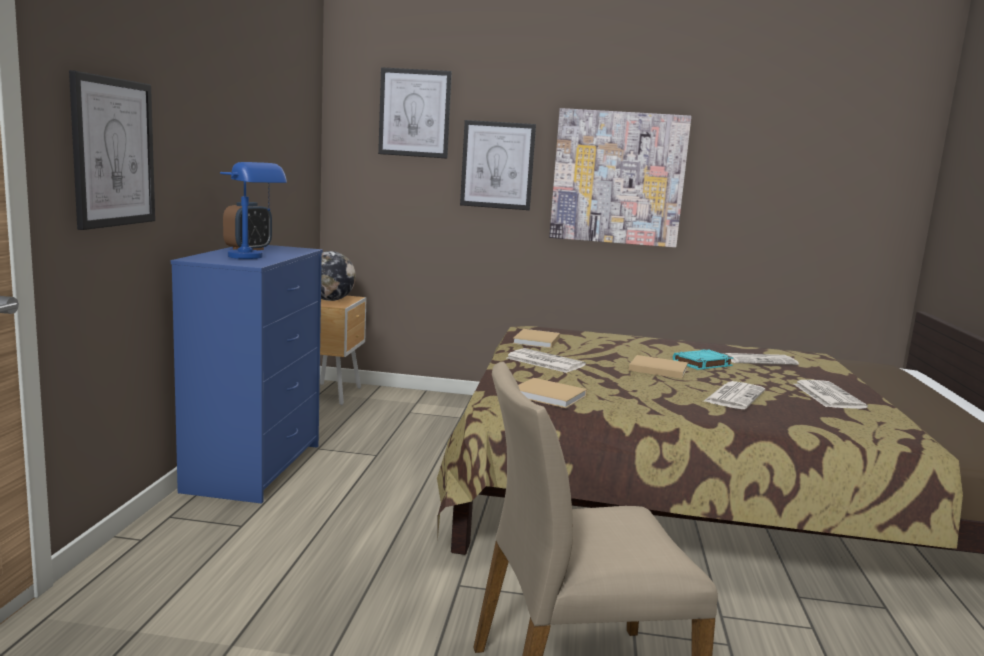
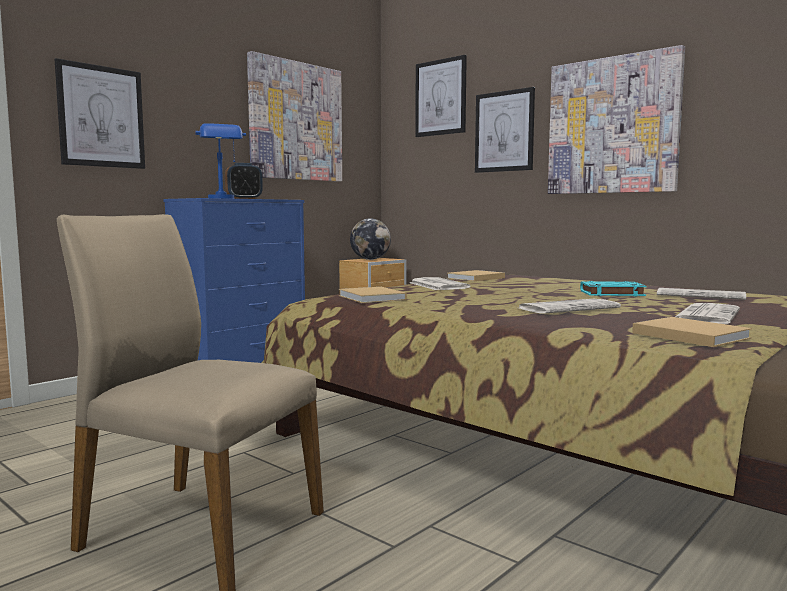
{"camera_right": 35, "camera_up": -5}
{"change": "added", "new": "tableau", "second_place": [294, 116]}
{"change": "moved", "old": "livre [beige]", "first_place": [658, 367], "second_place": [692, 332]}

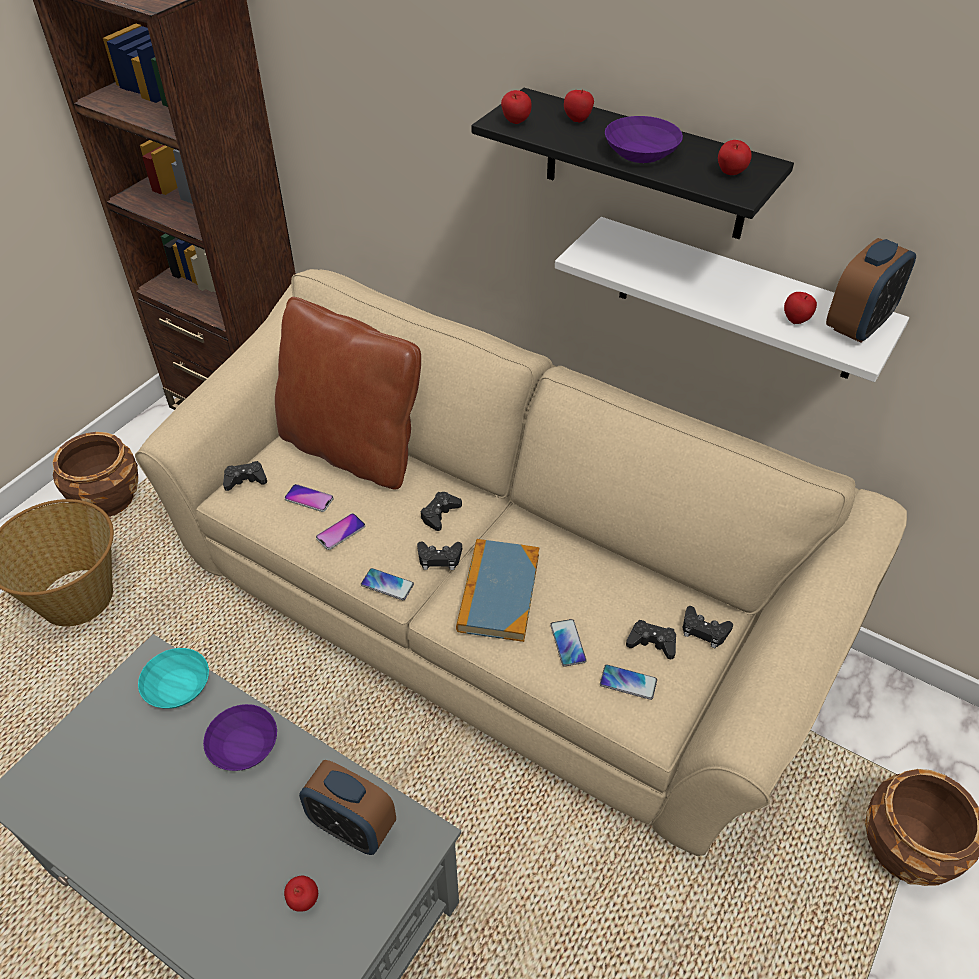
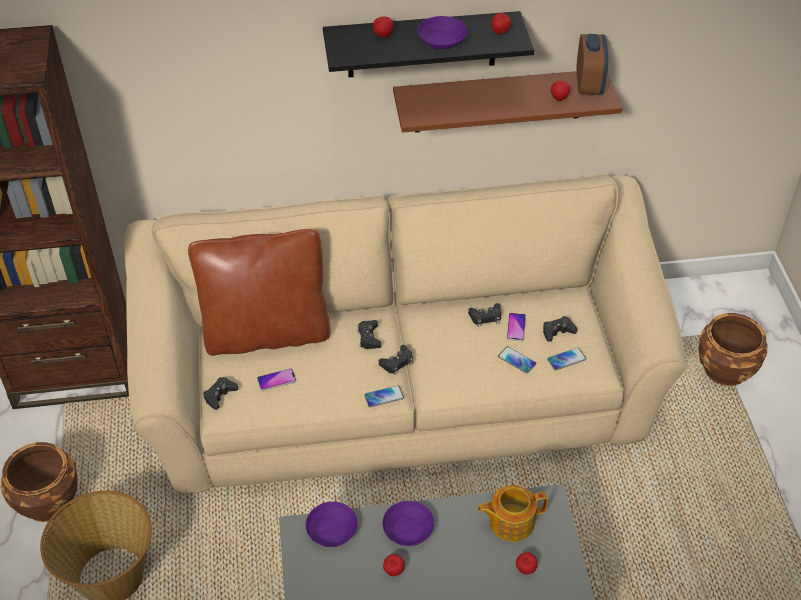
{"camera_right": -40, "camera_up": 0}
{"change": "recoloured", "old": "bol [turquoise]", "new": "bol [violet]", "first_place": [173, 678], "second_place": [332, 524]}
{"change": "moved", "old": "pomme", "first_place": [516, 107], "second_place": [394, 565]}
{"change": "recoloured", "old": "étagère [blanc]", "new": "étagère [marron]", "first_place": [732, 299], "second_place": [507, 102]}
{"change": "moved", "old": "manette [noir]", "first_place": [708, 627], "second_place": [484, 315]}
{"change": "replaced", "old": "réveil", "new": "théière", "first_place": [347, 807], "second_place": [512, 513]}
{"change": "moved", "old": "téléphone", "first_place": [340, 531], "second_place": [516, 327]}
{"change": "removed", "old": "livre", "first_place": [497, 590]}

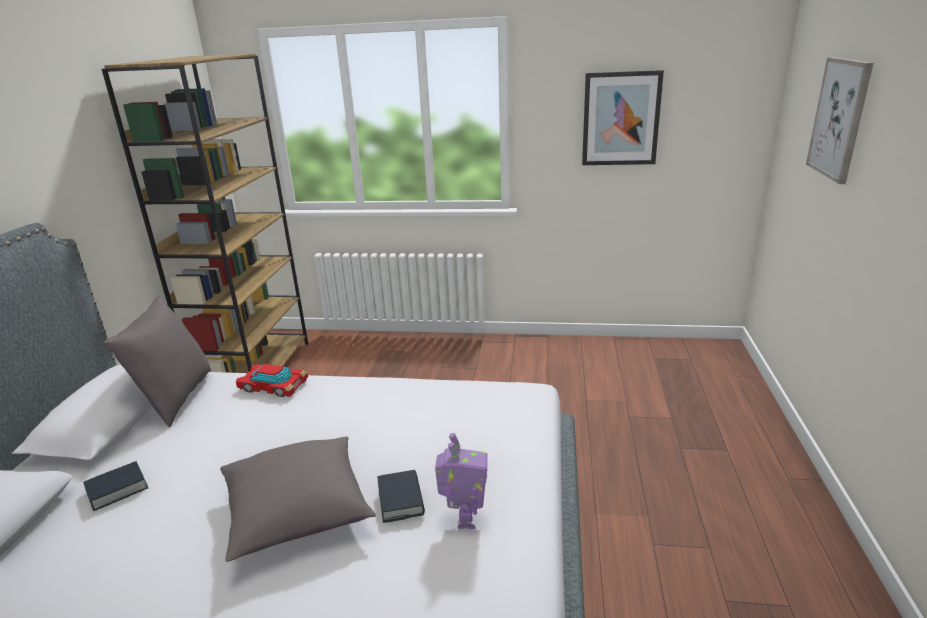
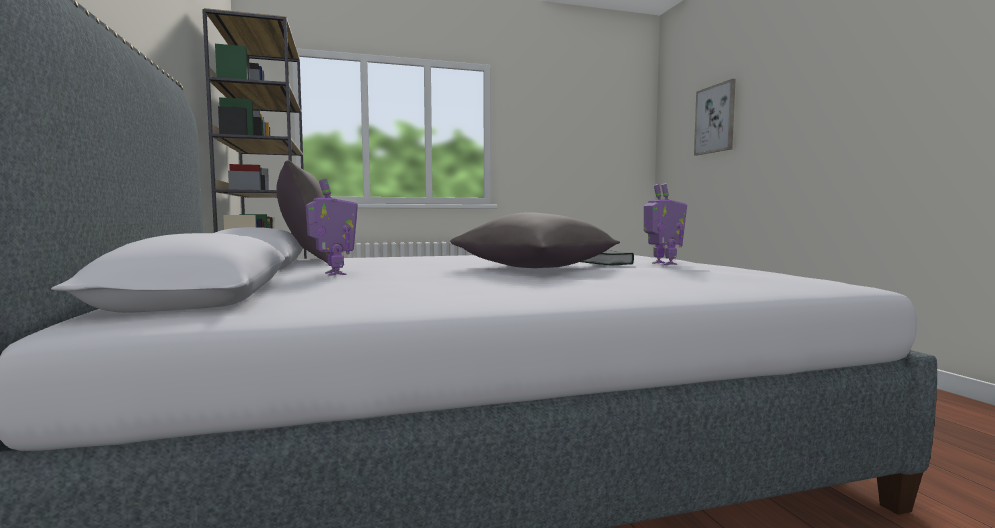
{"camera_right": -25, "camera_up": -20}
{"change": "replaced", "old": "livre", "new": "robot jouet", "first_place": [115, 486], "second_place": [332, 227]}
{"change": "removed", "old": "petite voiture", "first_place": [272, 380]}
{"change": "removed", "old": "tableau", "first_place": [623, 117]}

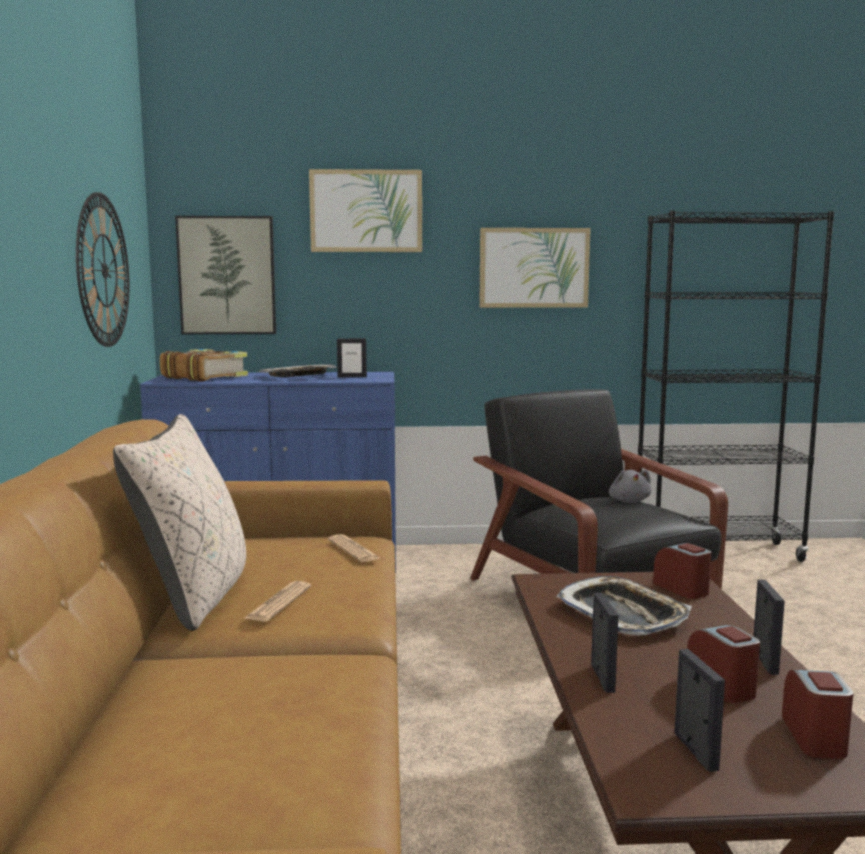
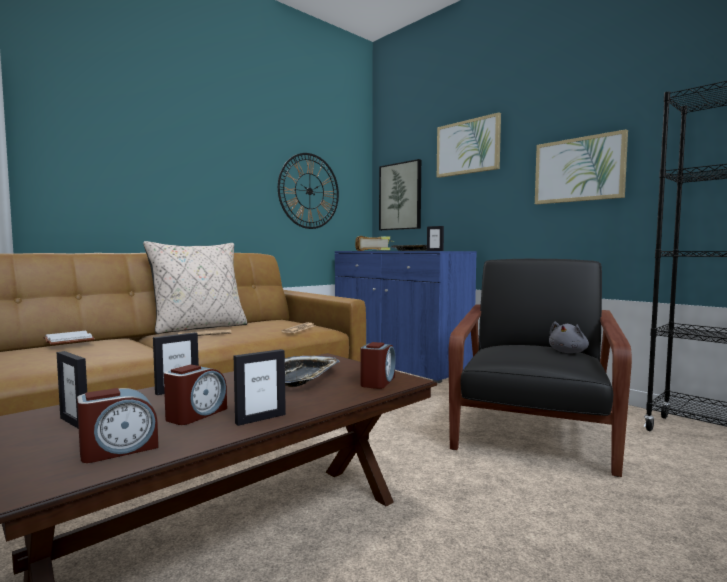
{"camera_right": 50, "camera_up": -5}
{"change": "added", "new": "livre [blanc]", "second_place": [69, 338]}
{"change": "turned", "old": "cadre photo", "first_place": [699, 710], "second_place": [72, 390], "degrees": 90}

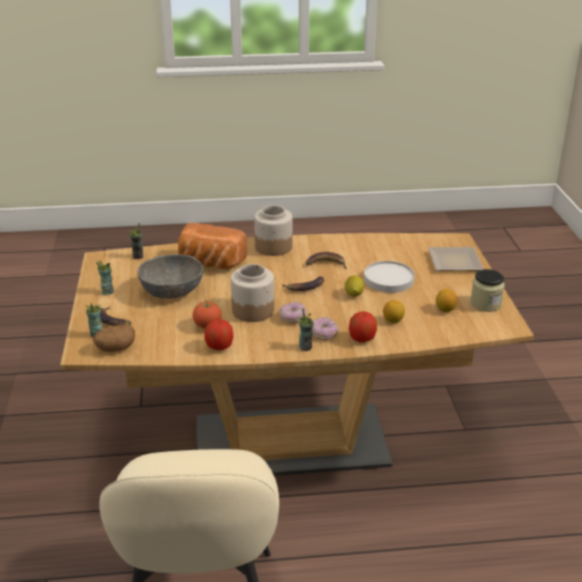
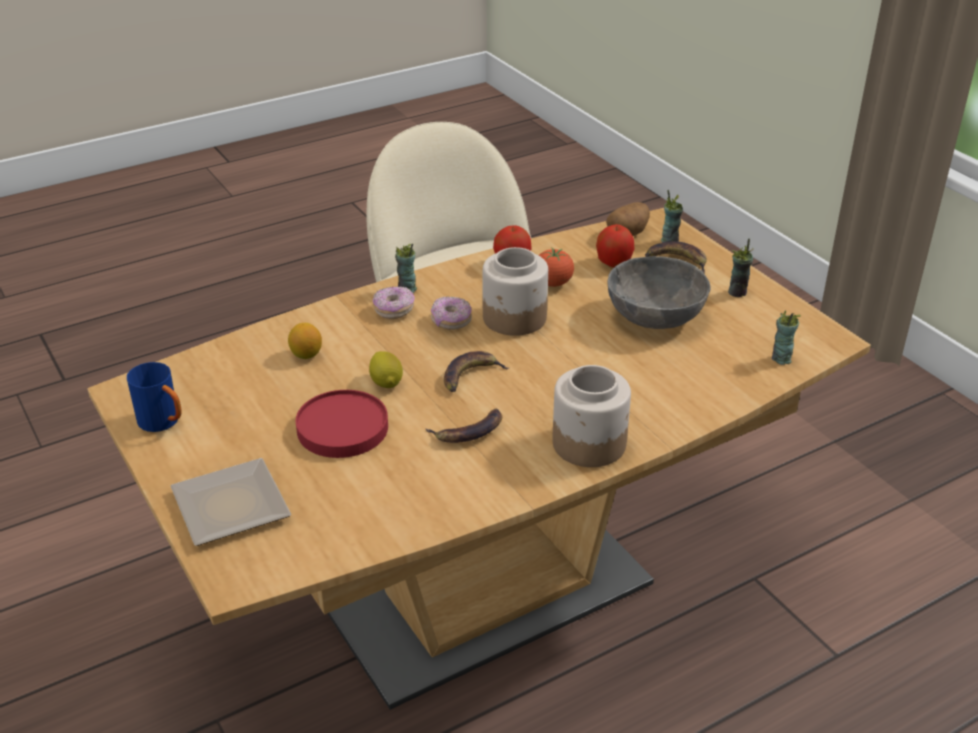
{"camera_right": 155, "camera_up": 5}
{"change": "replaced", "old": "bocal", "new": "mug [bleu]", "first_place": [487, 290], "second_place": [154, 397]}
{"change": "recoloured", "old": "assiette [blanc]", "new": "assiette [rouge]", "first_place": [389, 277], "second_place": [342, 424]}
{"change": "moved", "old": "pomme", "first_place": [363, 327], "second_place": [615, 245]}
{"change": "removed", "old": "pain", "first_place": [213, 246]}
{"change": "removed", "old": "citron", "first_place": [446, 300]}

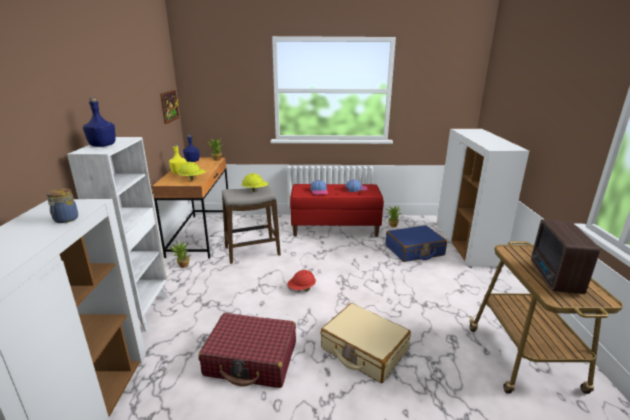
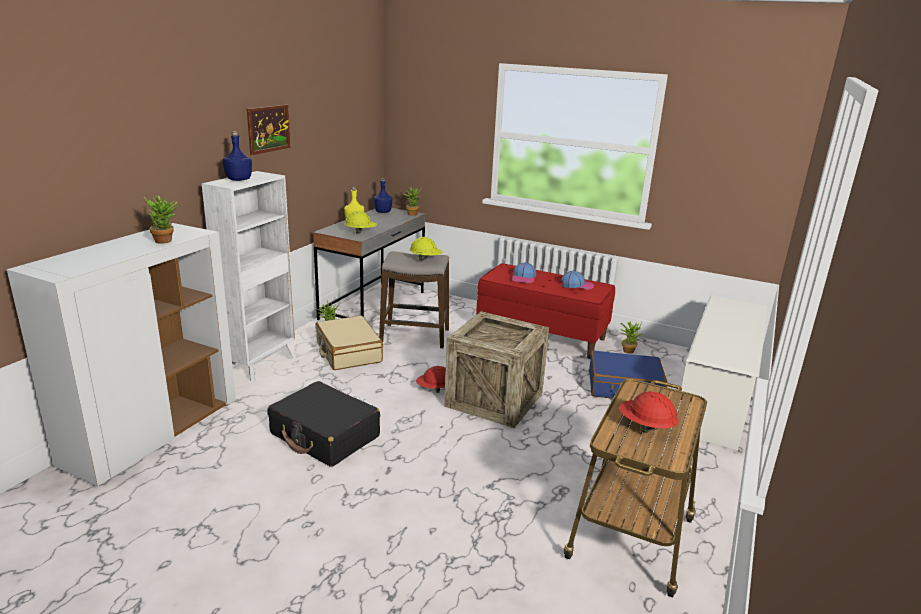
{"camera_right": 25, "camera_up": 0}
{"change": "replaced", "old": "bocal", "new": "plante en pot", "first_place": [62, 205], "second_place": [163, 219]}
{"change": "moved", "old": "tableau", "first_place": [169, 107], "second_place": [268, 130]}
{"change": "recoloured", "old": "valise [rouge]", "new": "valise [noir]", "first_place": [247, 350], "second_place": [323, 424]}
{"change": "recoloured", "old": "bureau [marron]", "new": "bureau [gris]", "first_place": [190, 208], "second_place": [369, 264]}
{"change": "moved", "old": "valise [beige]", "first_place": [365, 343], "second_place": [349, 343]}
{"change": "added", "new": "caisse", "second_place": [496, 369]}
{"change": "replaced", "old": "radio", "new": "casque de chantier [rouge]", "first_place": [565, 256], "second_place": [649, 412]}
{"change": "replaced", "old": "meuble de rangement [blanc]", "new": "étagère à chaussures [blanc]", "first_place": [483, 198], "second_place": [722, 372]}

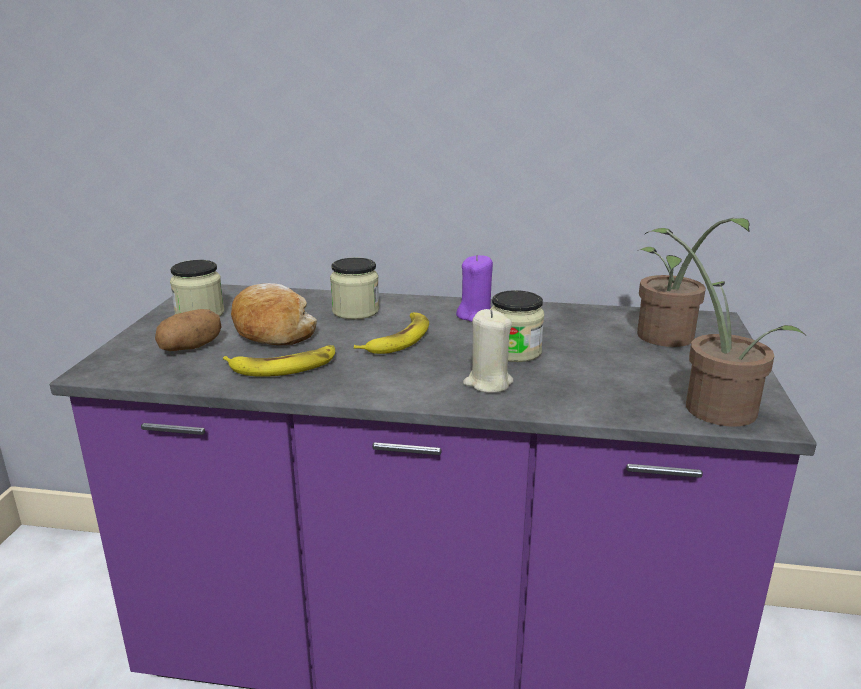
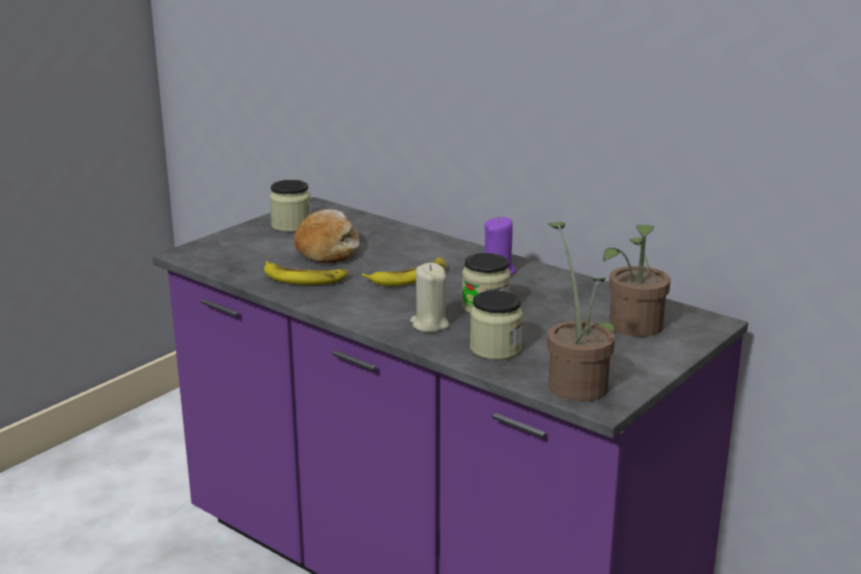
{"camera_right": 30, "camera_up": 0}
{"change": "moved", "old": "bocal", "first_place": [354, 288], "second_place": [496, 325]}
{"change": "removed", "old": "pomme de terre", "first_place": [188, 330]}

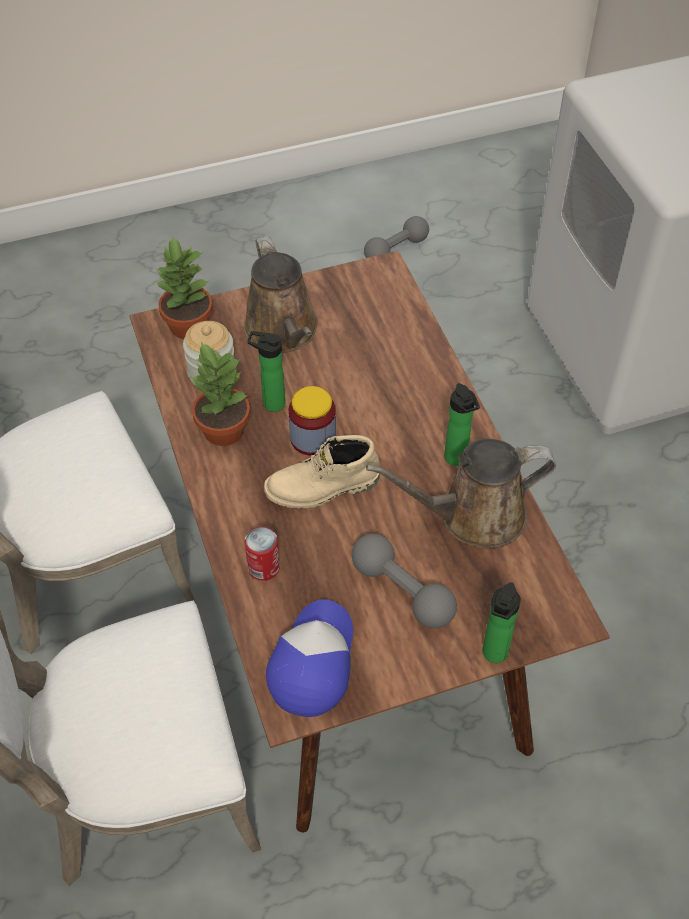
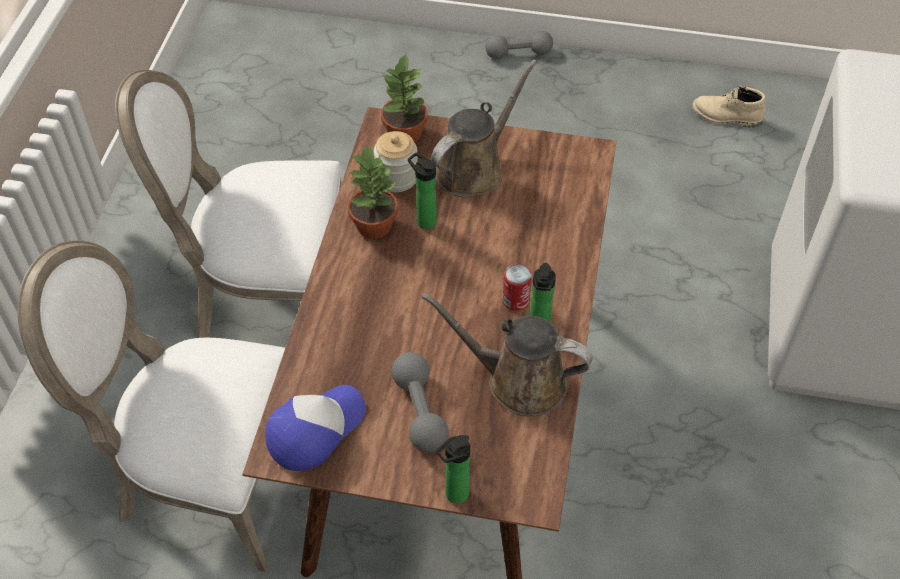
{"camera_right": 30, "camera_up": 0}
{"change": "turned", "old": "arrosoir [marron]", "first_place": [281, 294], "second_place": [484, 129], "degrees": -150}
{"change": "moved", "old": "haltère [gris]", "first_place": [396, 237], "second_place": [519, 45]}
{"change": "moved", "old": "boîte métallique", "first_place": [262, 554], "second_place": [517, 287]}
{"change": "moved", "old": "botte [beige]", "first_place": [322, 472], "second_place": [729, 107]}
{"change": "removed", "old": "bocal", "first_place": [312, 421]}

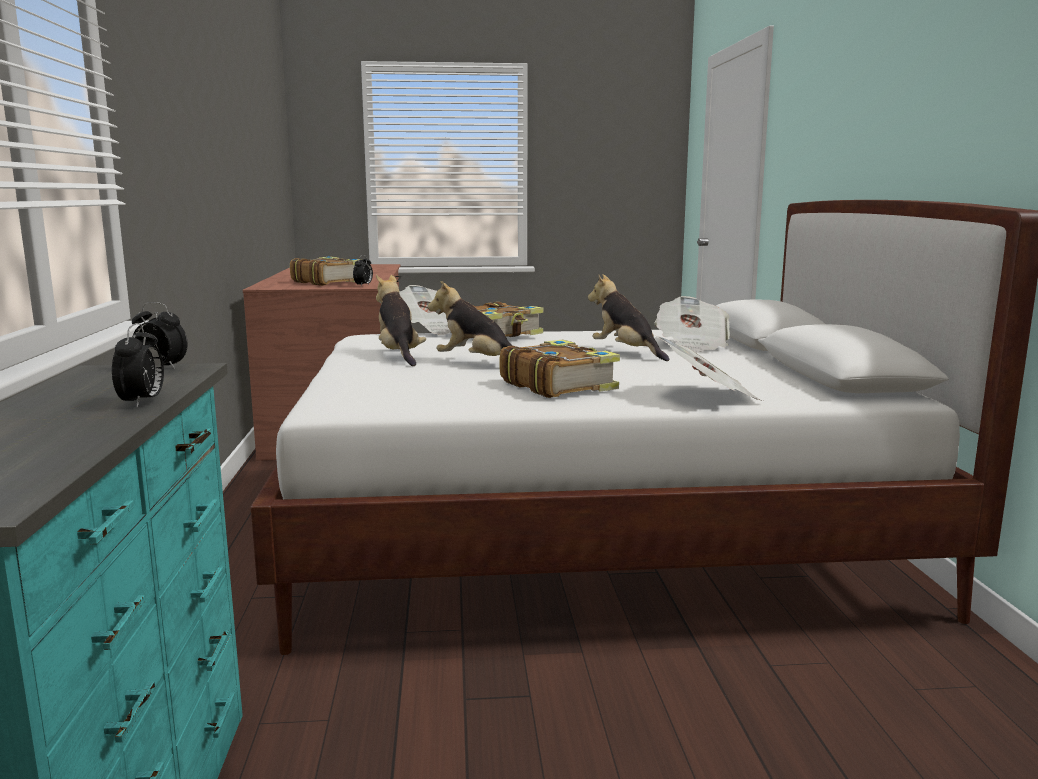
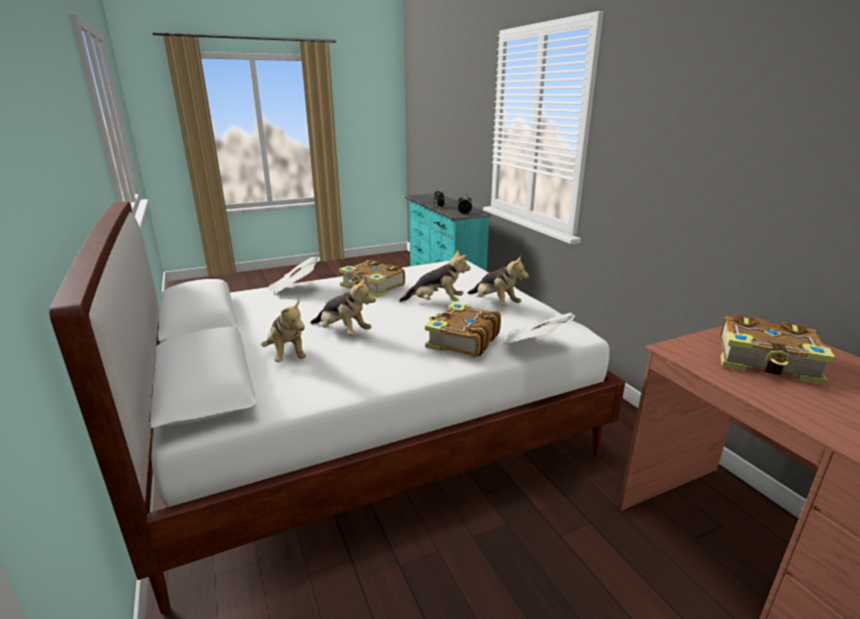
{"camera_right": 160, "camera_up": 10}
{"change": "replaced", "old": "journal", "new": "peluche", "first_place": [692, 324], "second_place": [283, 331]}
{"change": "removed", "old": "réveil", "first_place": [363, 270]}

